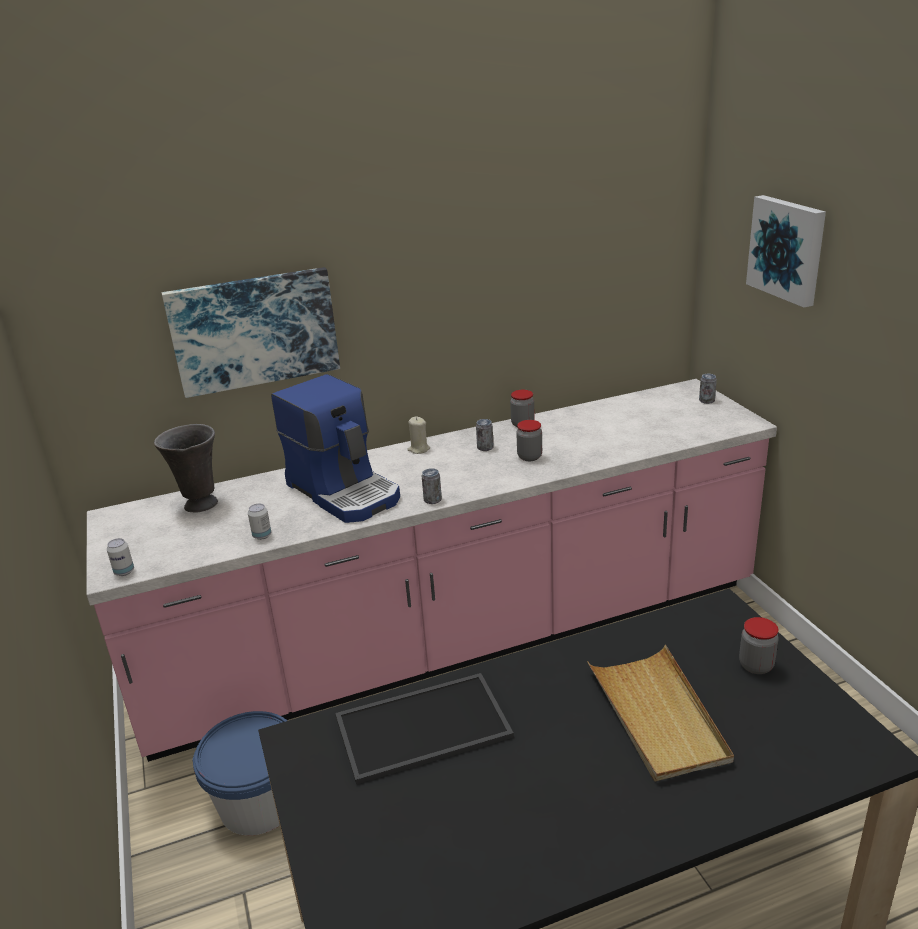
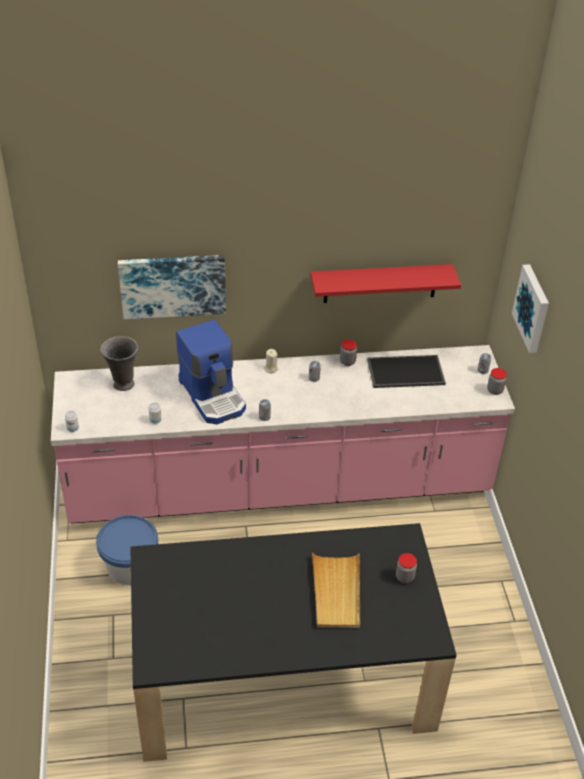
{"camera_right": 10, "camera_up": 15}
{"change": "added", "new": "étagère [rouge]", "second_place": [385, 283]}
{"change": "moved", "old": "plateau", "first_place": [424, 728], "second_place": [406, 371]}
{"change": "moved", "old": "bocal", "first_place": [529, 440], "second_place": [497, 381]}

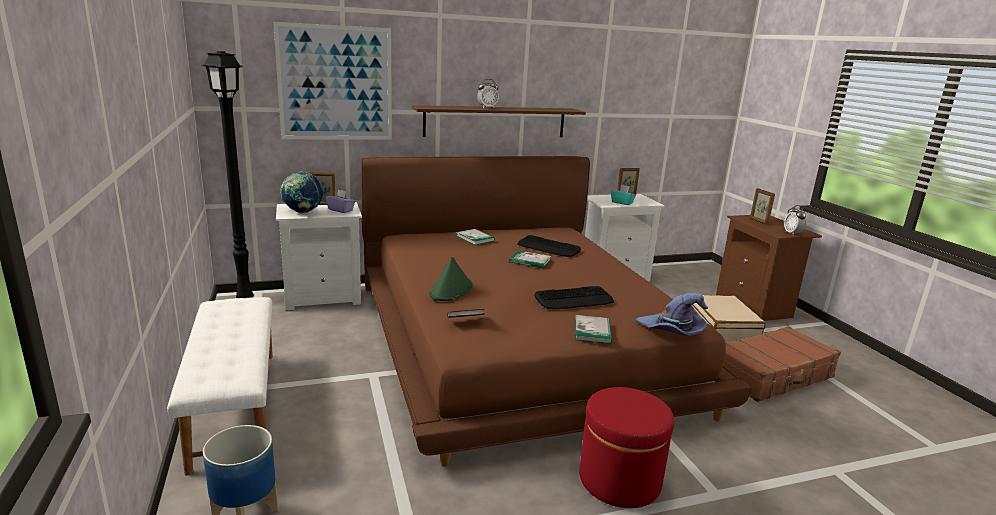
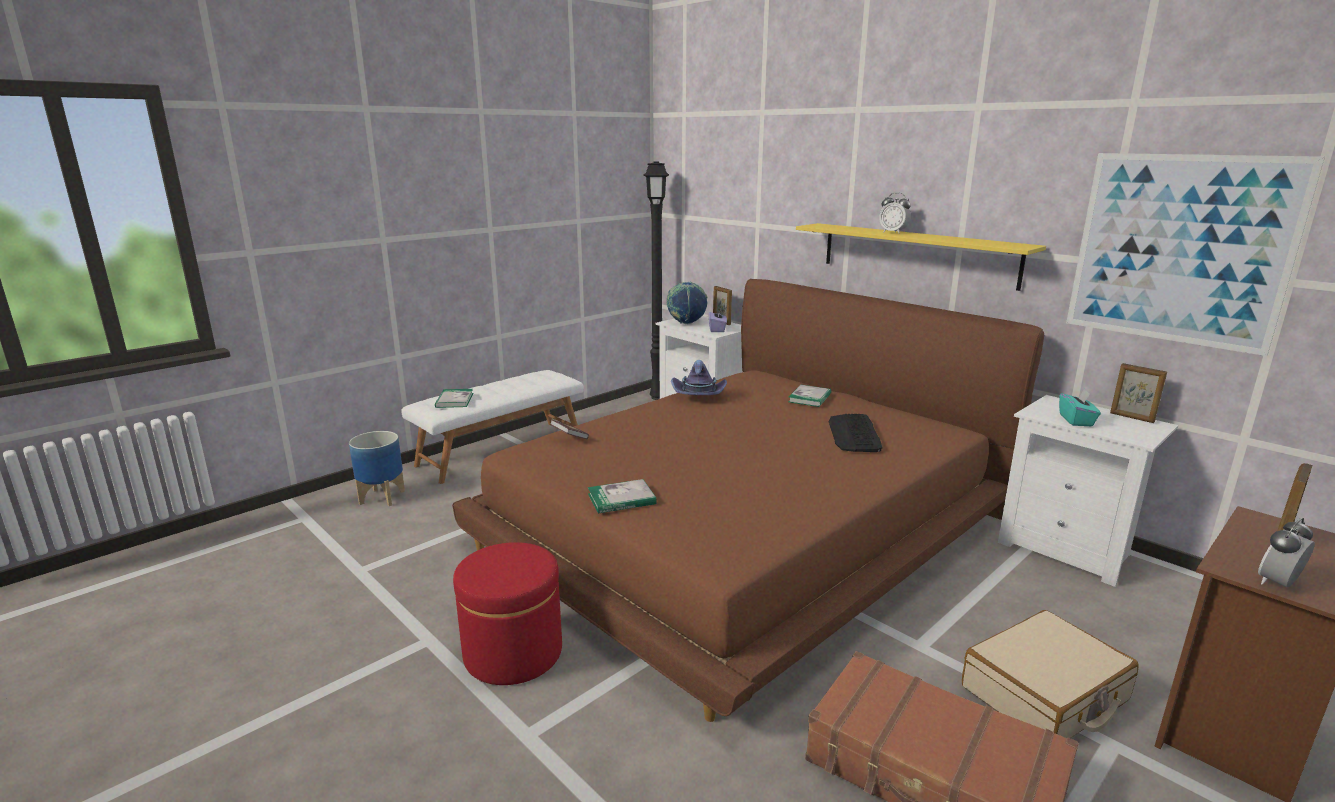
{"camera_right": 65, "camera_up": 0}
{"change": "moved", "old": "livre", "first_place": [530, 259], "second_place": [454, 398]}
{"change": "moved", "old": "chapeau [violet]", "first_place": [672, 314], "second_place": [699, 377]}
{"change": "recoloured", "old": "étagère [marron]", "new": "étagère [jaune]", "first_place": [499, 121], "second_place": [921, 257]}
{"change": "moved", "old": "tableau", "first_place": [332, 81], "second_place": [1195, 254]}
{"change": "removed", "old": "chapeau [vert]", "first_place": [451, 279]}
{"change": "removed", "old": "clavier", "first_place": [574, 297]}

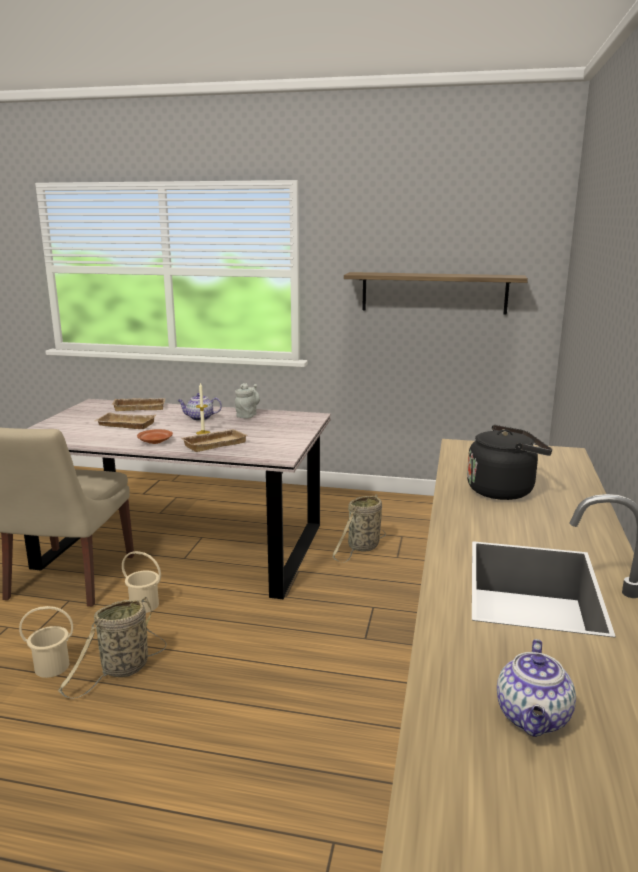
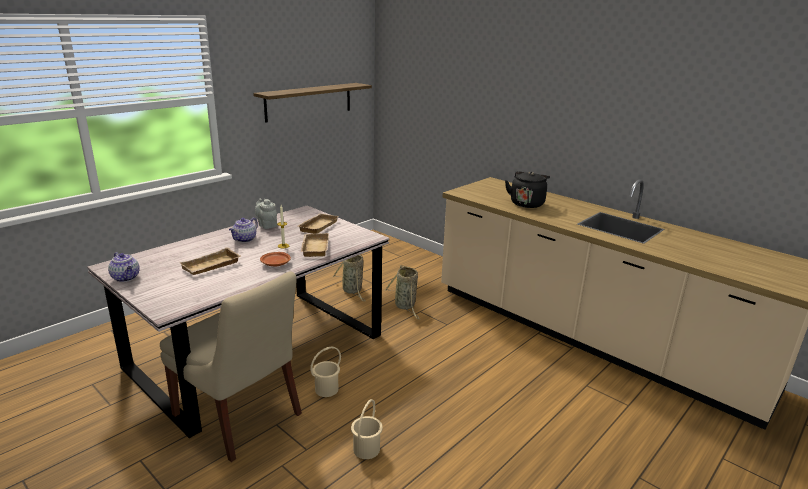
{"camera_right": -60, "camera_up": 5}
{"change": "moved", "old": "théière", "first_place": [536, 688], "second_place": [124, 267]}
{"change": "moved", "old": "plateau [beige]", "first_place": [139, 404], "second_place": [318, 223]}
{"change": "moved", "old": "panier", "first_place": [112, 647], "second_place": [402, 292]}

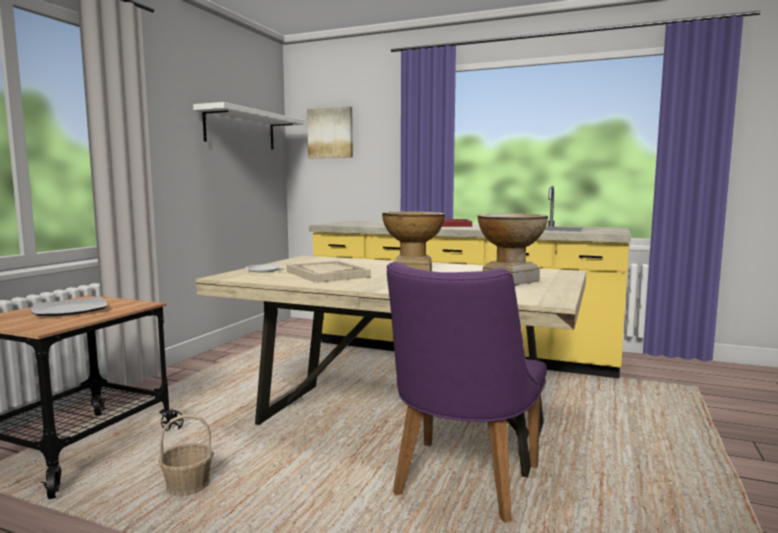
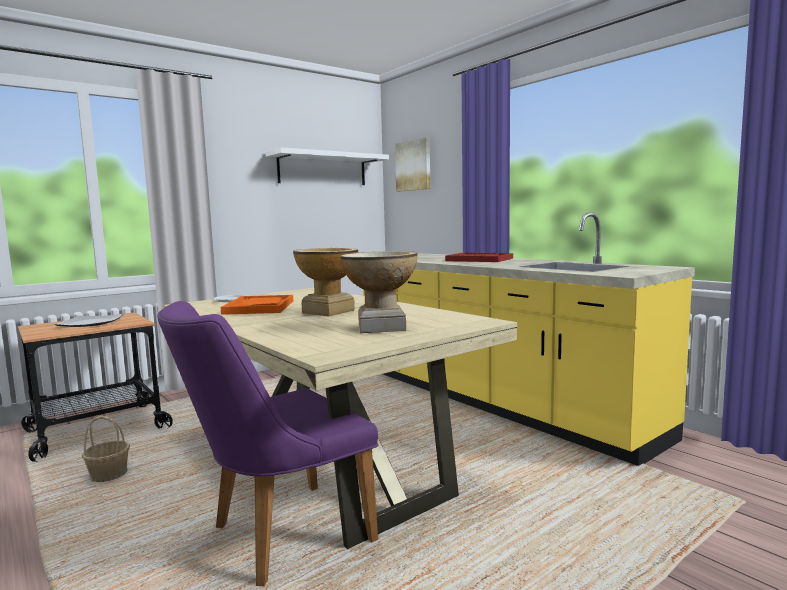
{"camera_right": 30, "camera_up": 0}
{"change": "recoloured", "old": "plateau [beige]", "new": "plateau [orange]", "first_place": [329, 271], "second_place": [257, 305]}

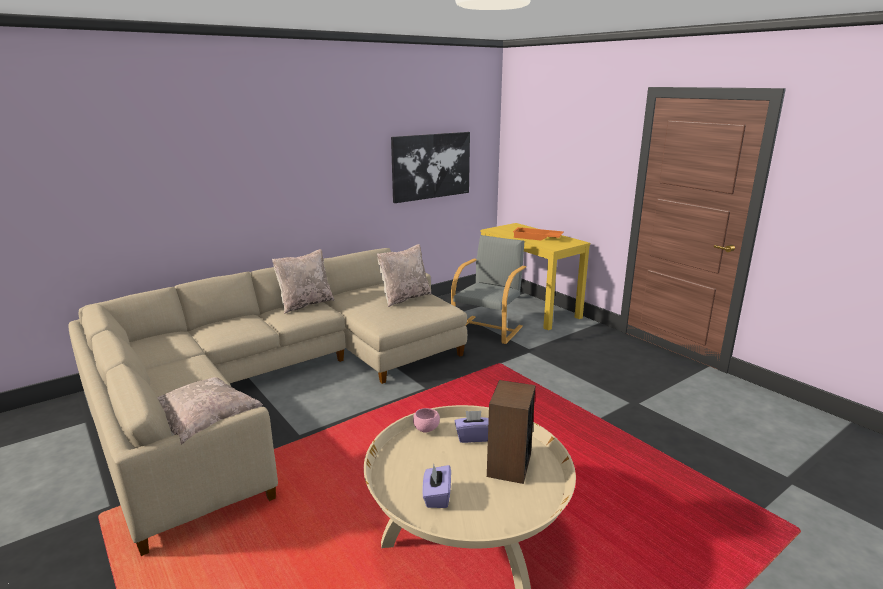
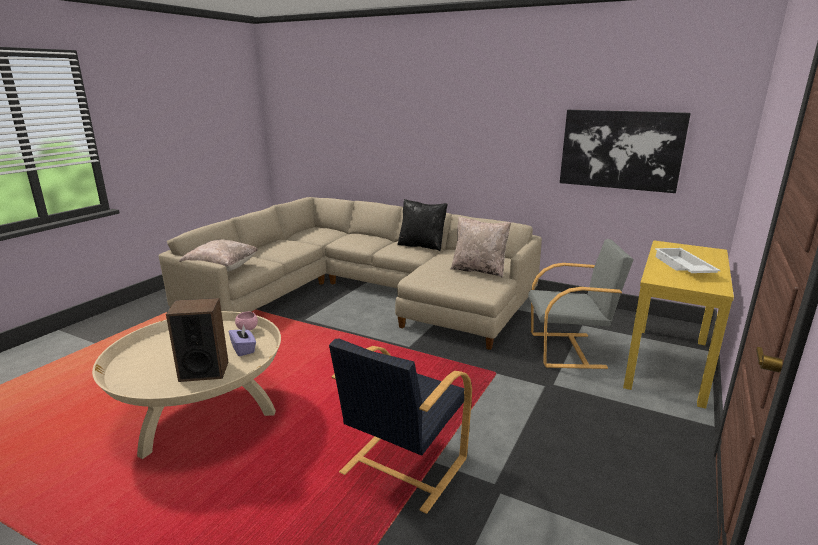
{"camera_right": 65, "camera_up": 0}
{"change": "added", "new": "fauteuil [noir]", "second_place": [400, 426]}
{"change": "recoloured", "old": "coussin [beige]", "new": "coussin [noir]", "first_place": [303, 281], "second_place": [422, 225]}
{"change": "recoloured", "old": "plateau [orange]", "new": "plateau [blanc]", "first_place": [538, 234], "second_place": [688, 260]}
{"change": "removed", "old": "boîte à mouchoirs [violet]", "first_place": [436, 486]}

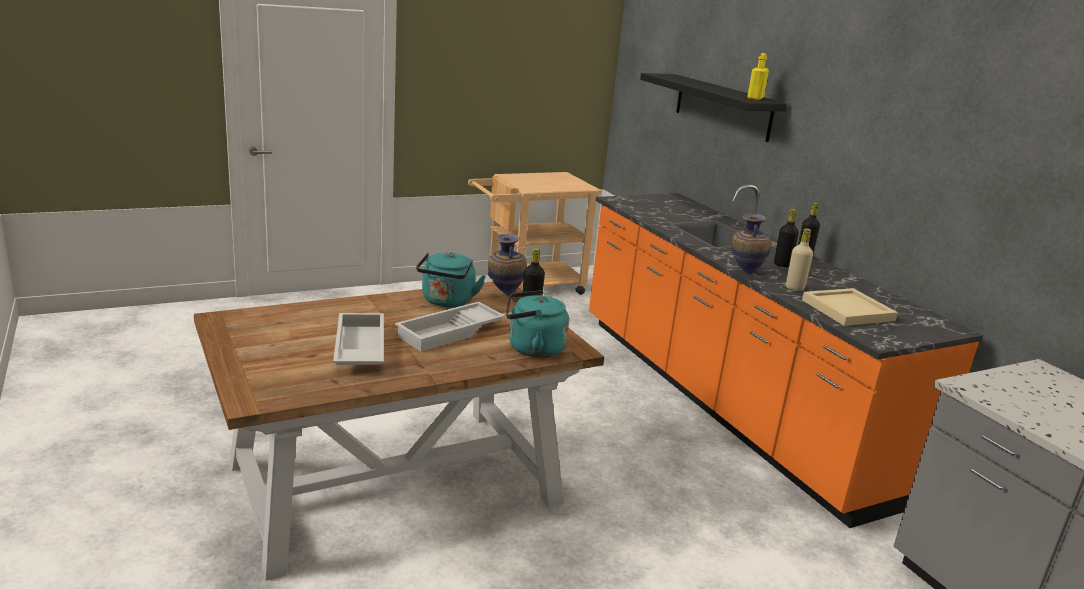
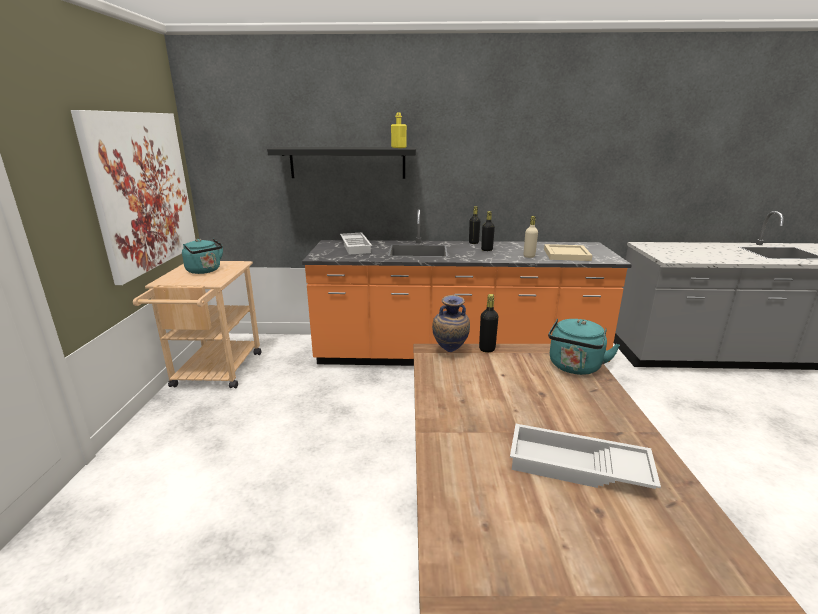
{"camera_right": -60, "camera_up": 0}
{"change": "added", "new": "tableau", "second_place": [133, 197]}
{"change": "moved", "old": "bouilloire [turquoise]", "first_place": [451, 279], "second_place": [202, 256]}
{"change": "moved", "old": "plateau [blanc]", "first_place": [450, 326], "second_place": [356, 244]}
{"change": "removed", "old": "vase", "first_place": [751, 244]}

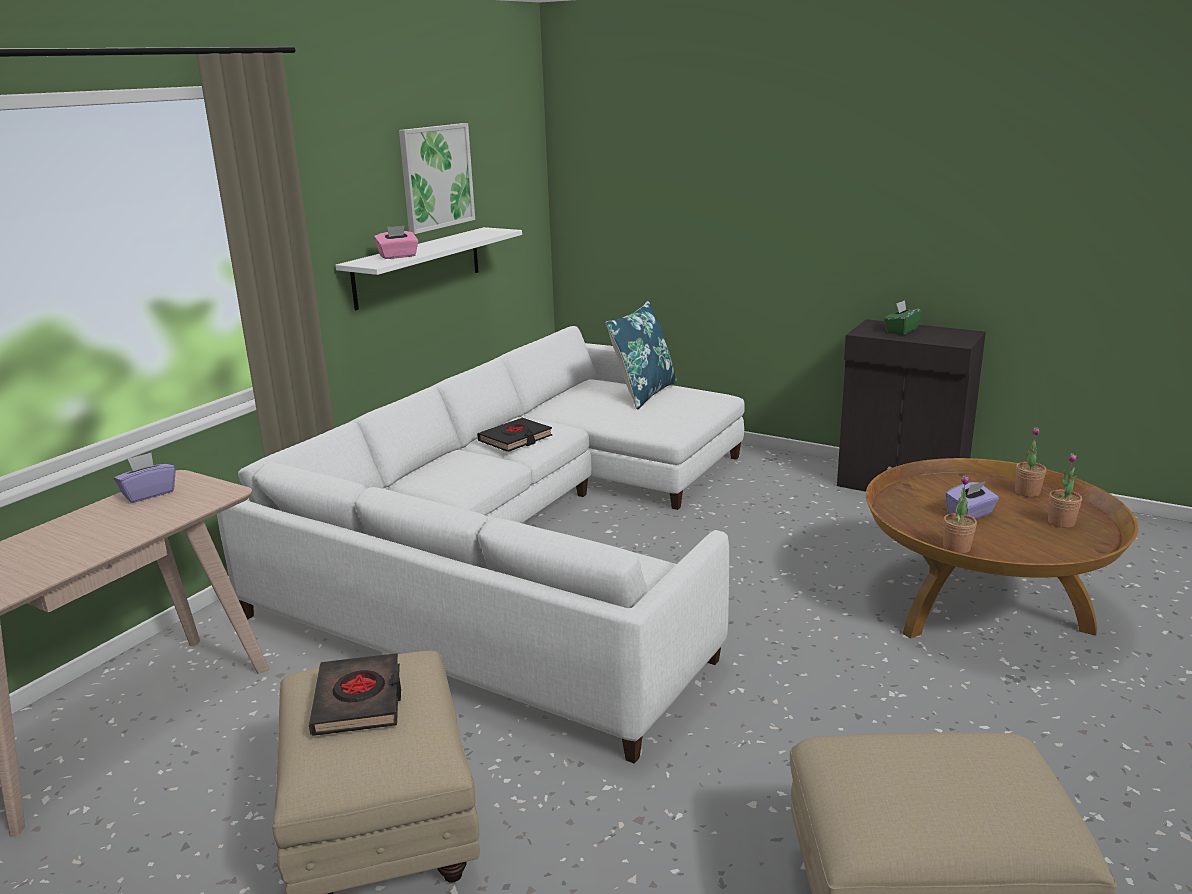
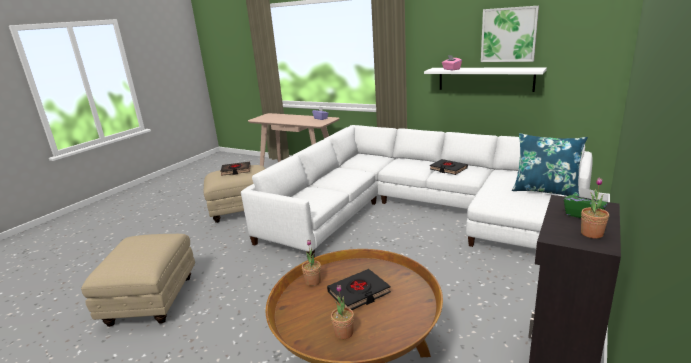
{"camera_right": 90, "camera_up": 0}
{"change": "replaced", "old": "boîte à mouchoirs [violet]", "new": "livre [noir]", "first_place": [972, 500], "second_place": [359, 289]}
{"change": "moved", "old": "plante en pot", "first_place": [1030, 462], "second_place": [595, 208]}

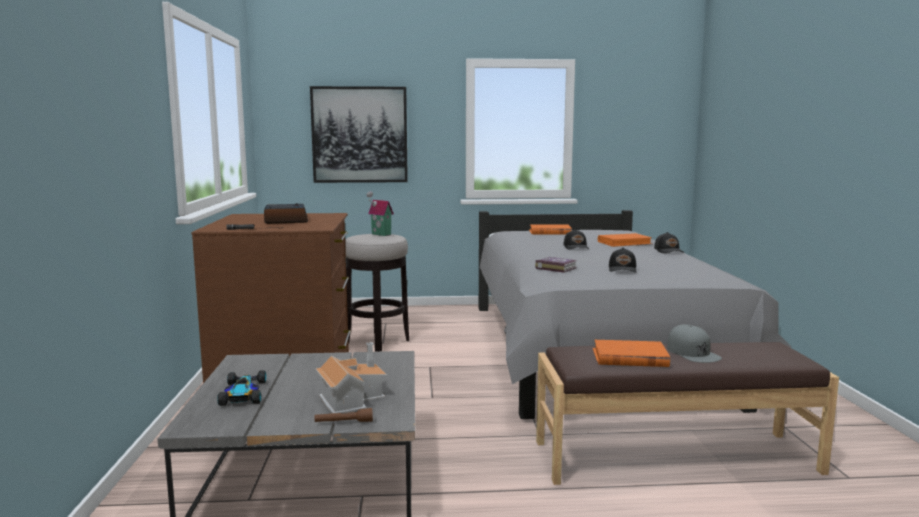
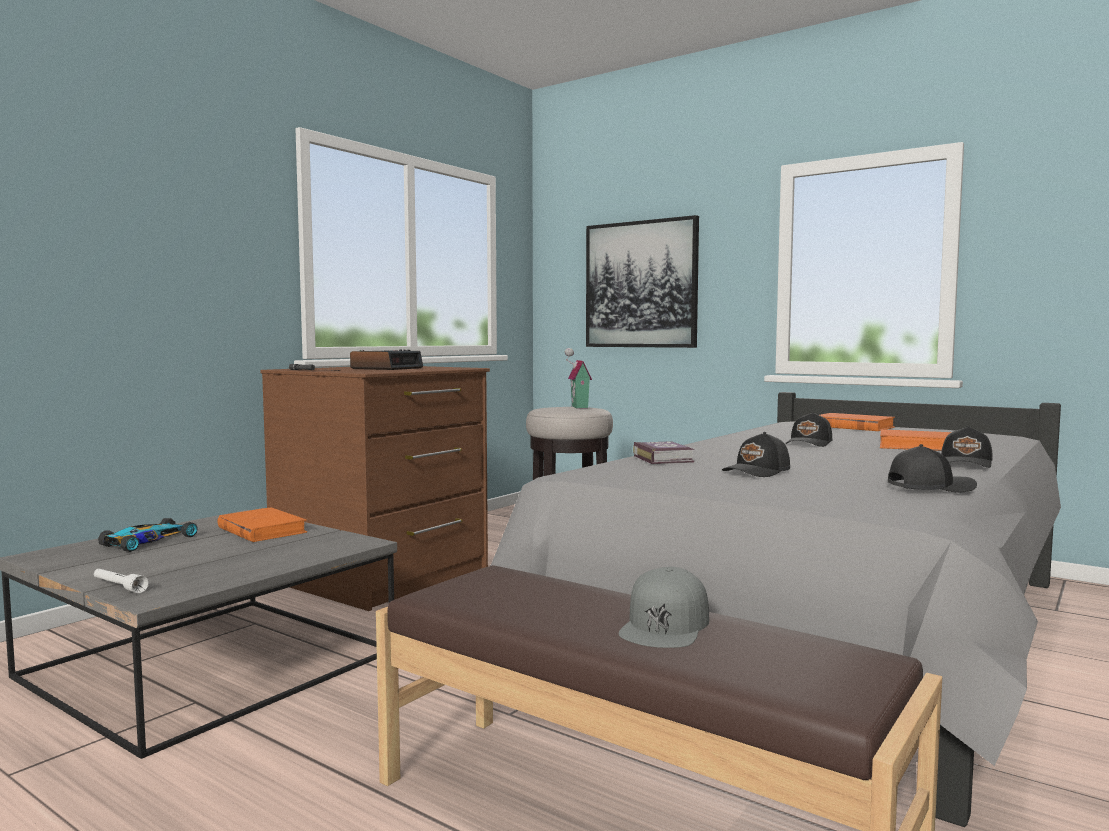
{"camera_right": 40, "camera_up": -5}
{"change": "recoloured", "old": "lampe de poche [marron]", "new": "lampe de poche [blanc]", "first_place": [344, 415], "second_place": [121, 581]}
{"change": "moved", "old": "livre [orange]", "first_place": [631, 353], "second_place": [262, 524]}
{"change": "added", "new": "casquette [noir]", "second_place": [932, 468]}
{"change": "removed", "old": "maison miniature", "first_place": [351, 377]}

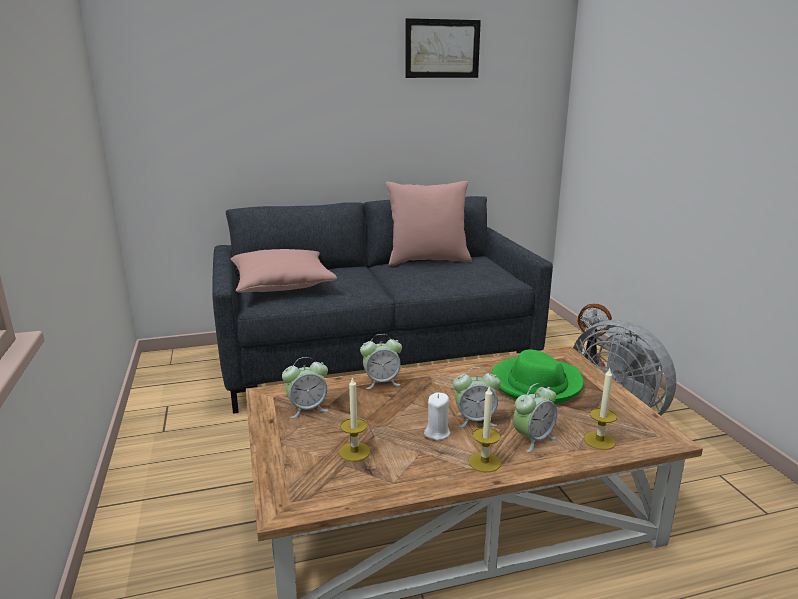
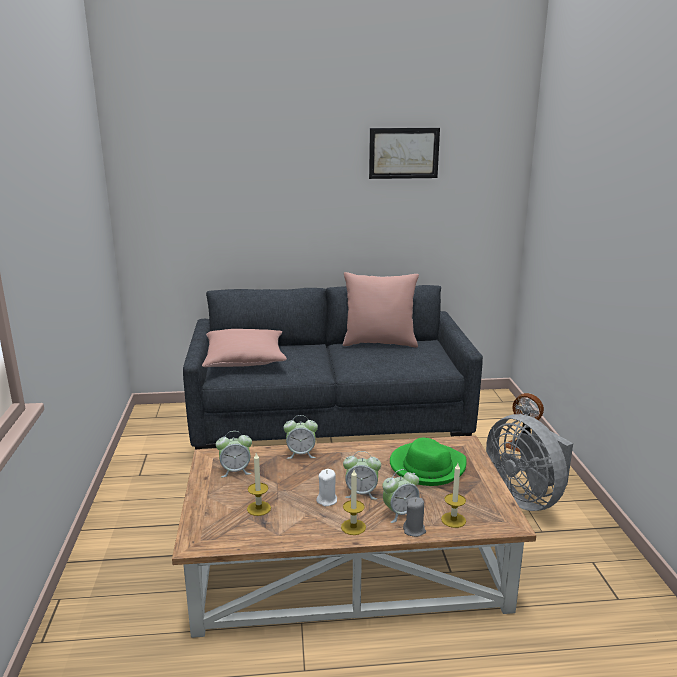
{"camera_right": 10, "camera_up": 0}
{"change": "added", "new": "bougie [gris]", "second_place": [414, 517]}

